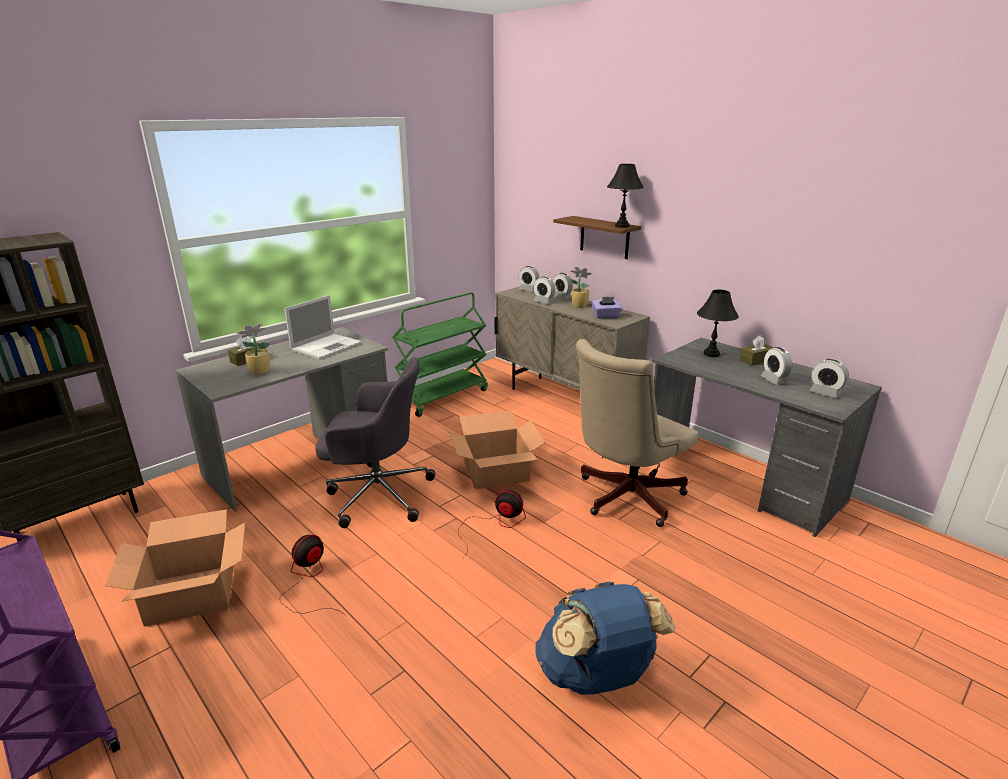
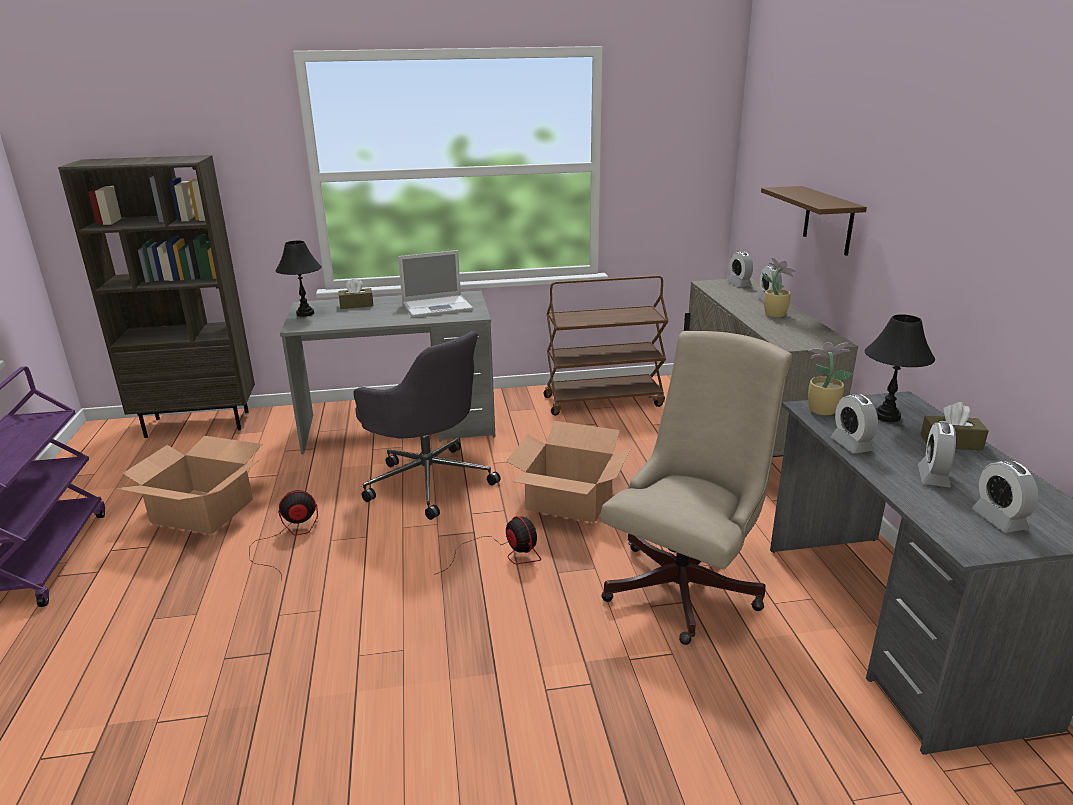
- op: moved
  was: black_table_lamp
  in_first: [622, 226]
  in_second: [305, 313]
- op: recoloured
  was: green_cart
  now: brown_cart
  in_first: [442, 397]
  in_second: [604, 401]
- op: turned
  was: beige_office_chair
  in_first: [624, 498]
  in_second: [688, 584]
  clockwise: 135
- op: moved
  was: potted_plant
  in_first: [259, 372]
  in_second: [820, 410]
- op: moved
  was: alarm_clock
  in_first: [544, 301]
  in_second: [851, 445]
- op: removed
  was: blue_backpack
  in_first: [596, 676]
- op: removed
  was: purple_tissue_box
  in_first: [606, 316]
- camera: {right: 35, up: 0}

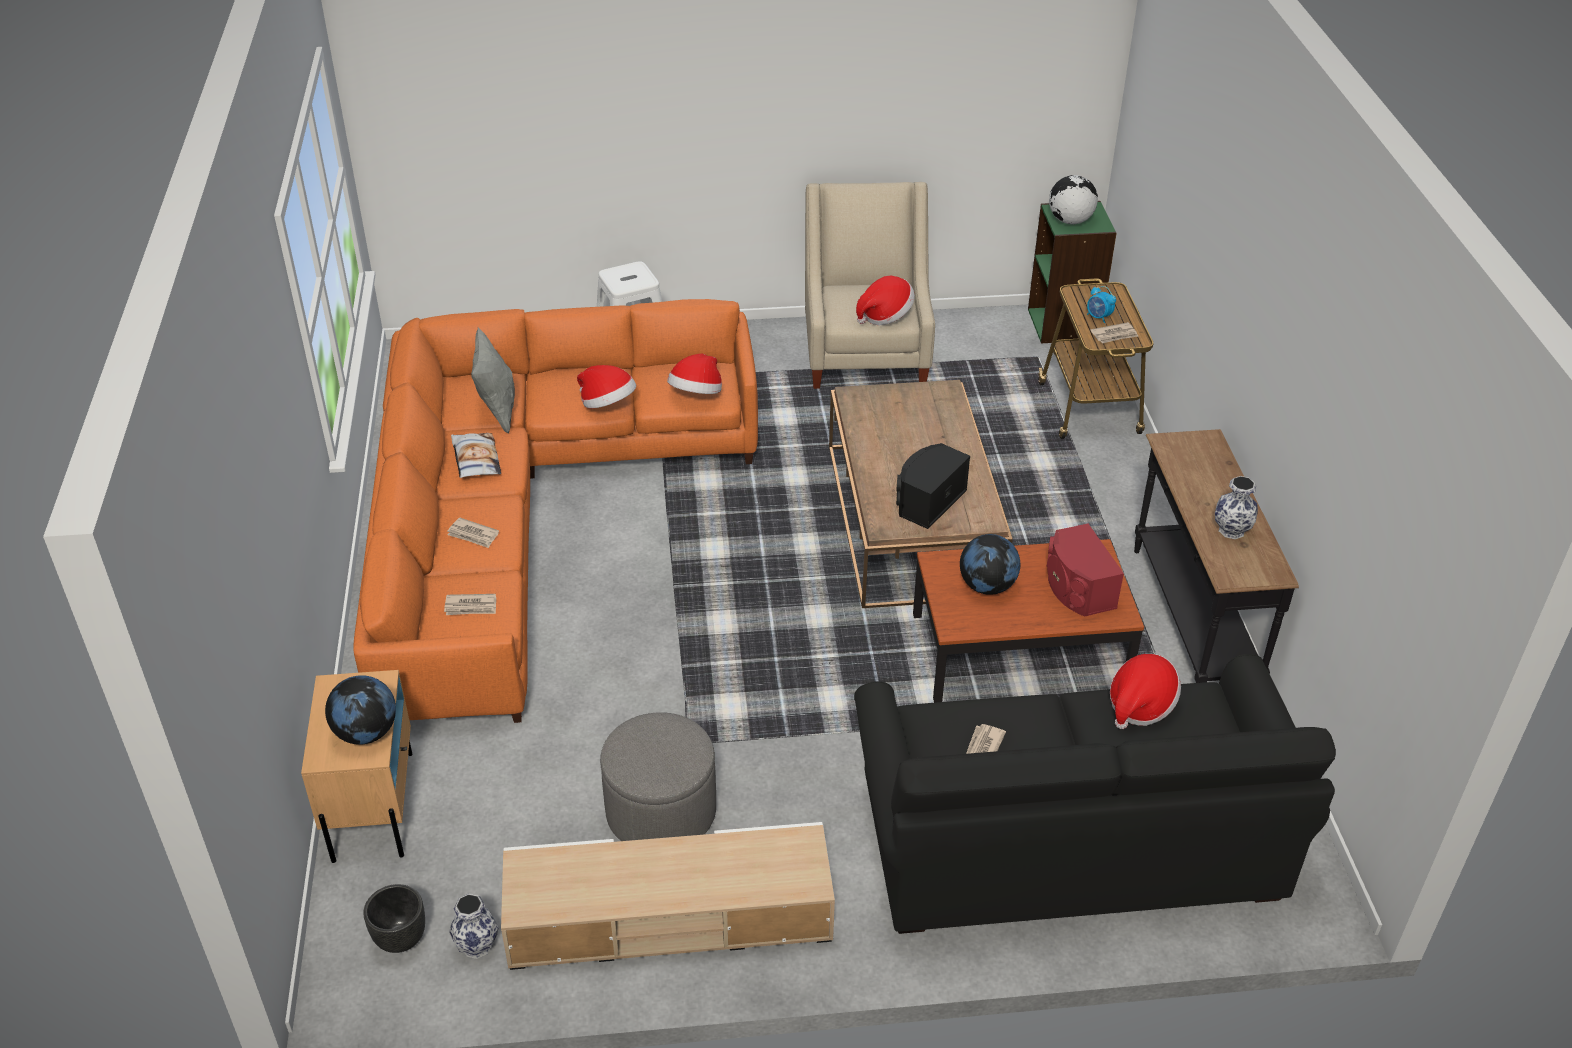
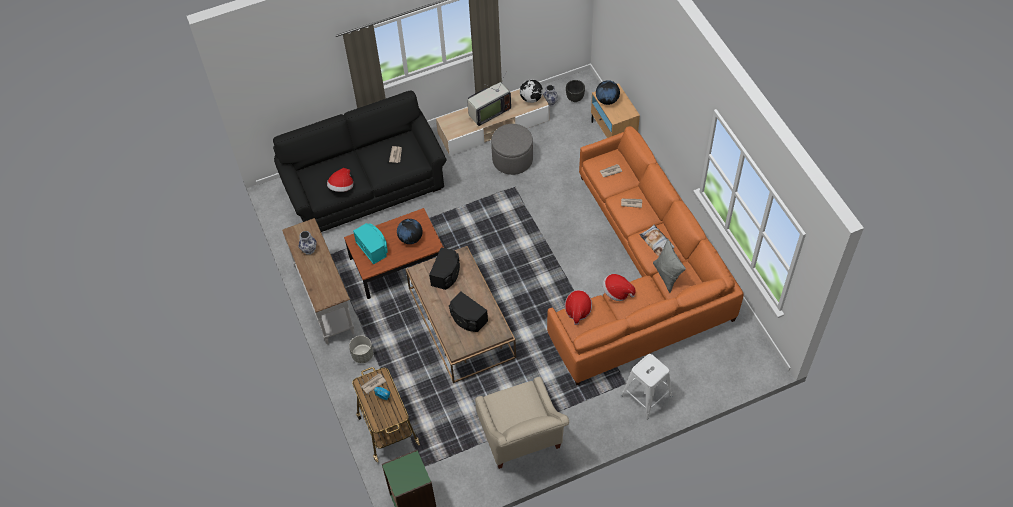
- op: recoloured
  was: black_console_table
  now: white_console_table
  in_first: [1191, 620]
  in_second: [325, 300]
- op: added
  now: grey_planter
  in_second: [362, 355]
- op: recoloured
  was: red_speaker
  now: turquoise_speaker
  in_first: [1077, 588]
  in_second: [373, 248]
- op: added
  now: black_speaker
  in_second: [467, 319]
- op: added
  now: television
  in_second: [488, 112]
- op: moved
  was: globe
  in_first: [1070, 221]
  in_second: [531, 98]
- op: removed
  was: hat
  in_first: [885, 315]
- camera: {right: 165, up: 15}

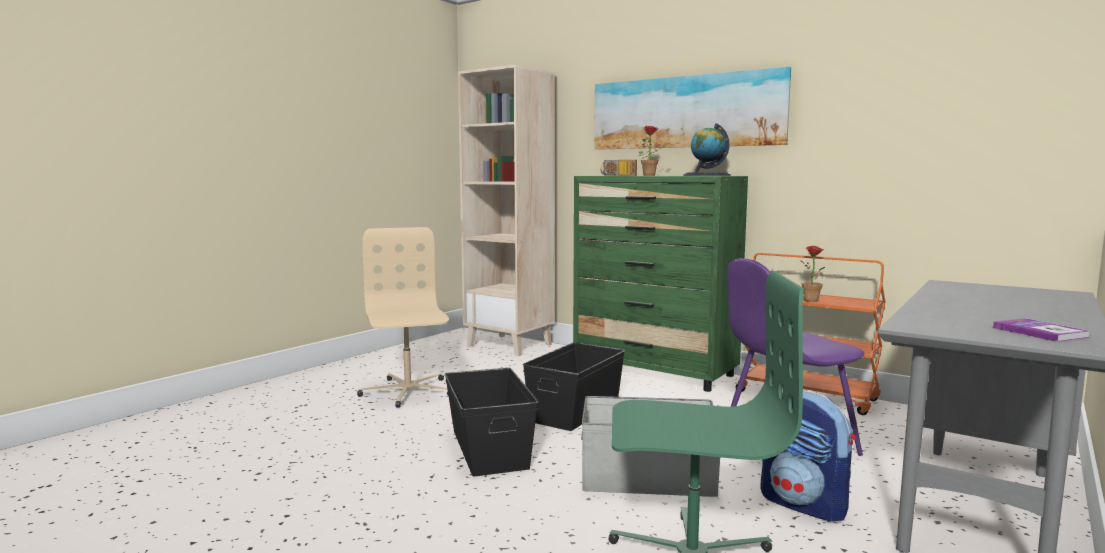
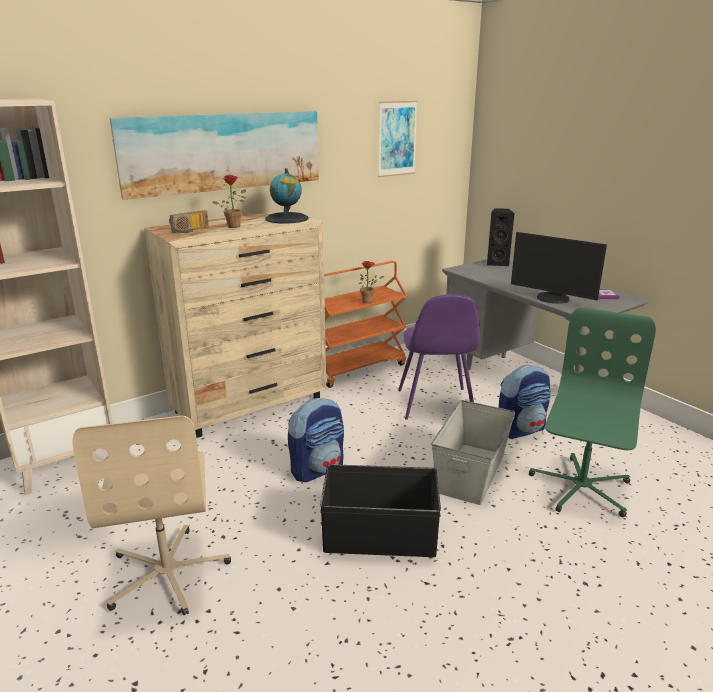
- op: turned
  was: beige_office_chair
  in_first: [407, 392]
  in_second: [168, 572]
  clockwise: -105
- op: recoloured
  was: green_dresser
  now: beige_dresser
  in_first: [655, 371]
  in_second: [250, 405]
- op: replaced
  was: black_storage_box
  now: backpack
  in_first: [576, 410]
  in_second: [317, 469]
- op: added
  now: picture
  in_second: [397, 139]
- op: added
  now: black_speaker
  in_second: [497, 263]
- op: added
  now: monitor
  in_second: [552, 299]
- camera: {right: -70, up: 15}

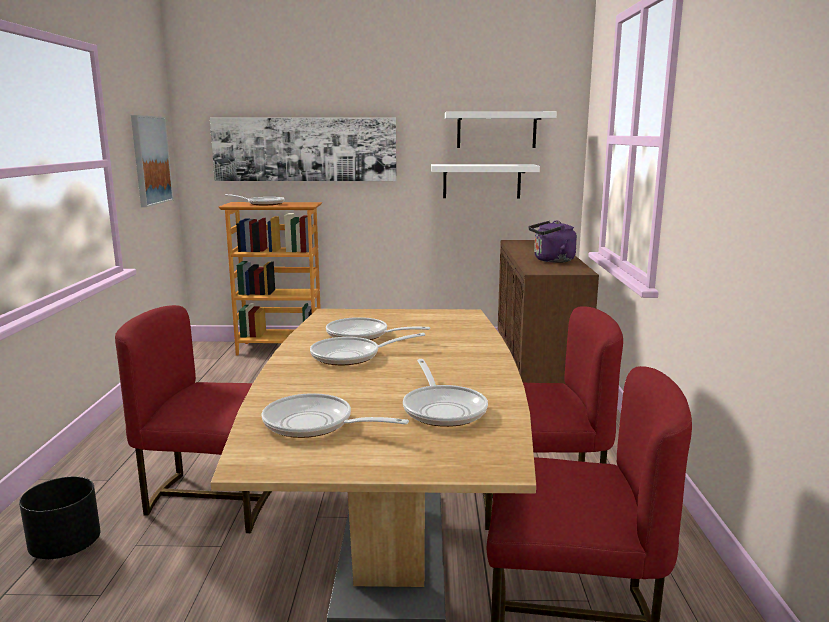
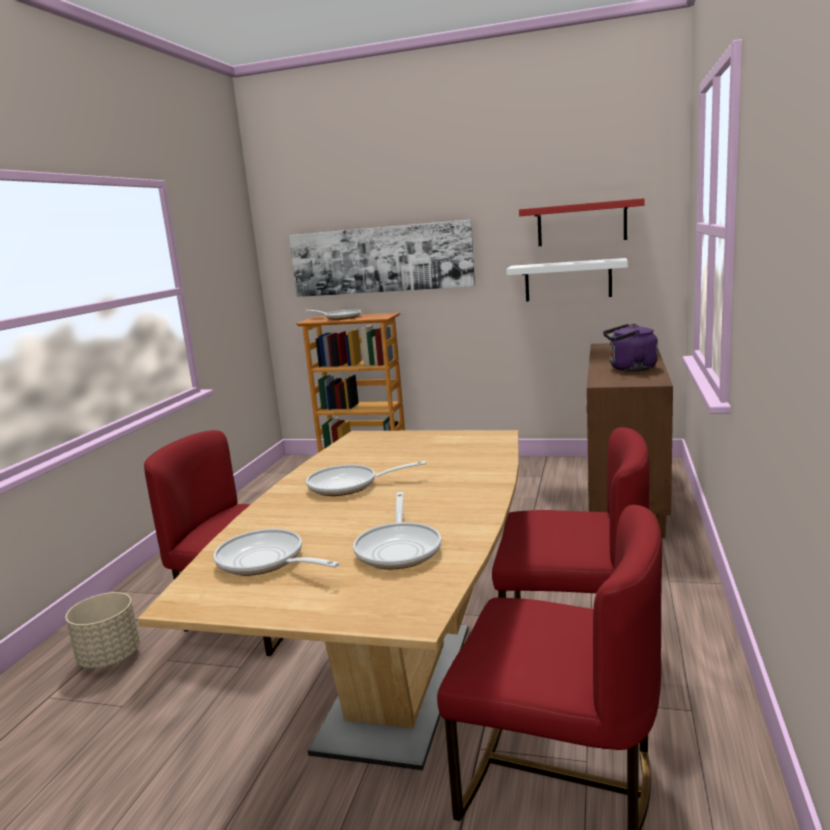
- op: recoloured
  was: black_planter
  now: beige_planter
  in_first: [66, 547]
  in_second: [110, 658]
- op: recoloured
  was: white_shelf
  now: red_shelf
  in_first: [496, 130]
  in_second: [581, 223]
- op: removed
  was: picture
  in_first: [150, 160]
- op: removed
  was: frying_pan
  in_first: [362, 335]
- camera: {right: 15, up: 0}

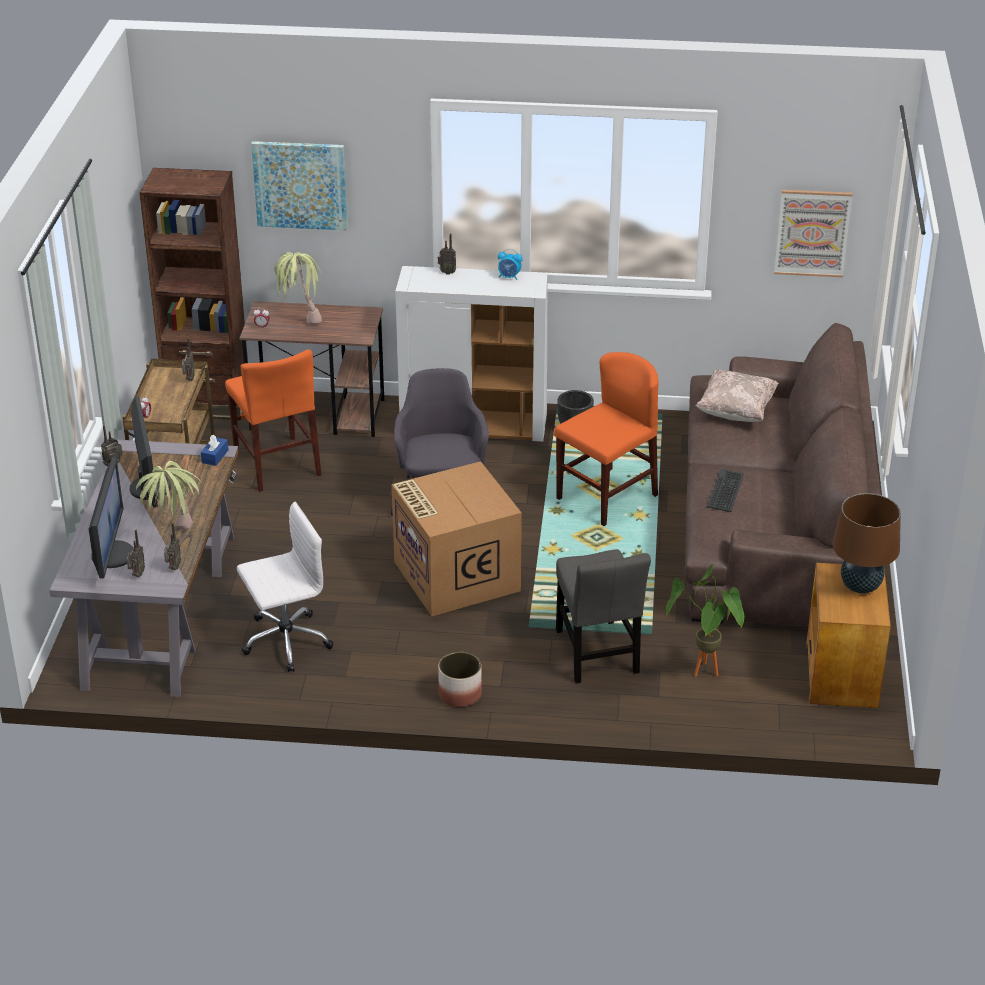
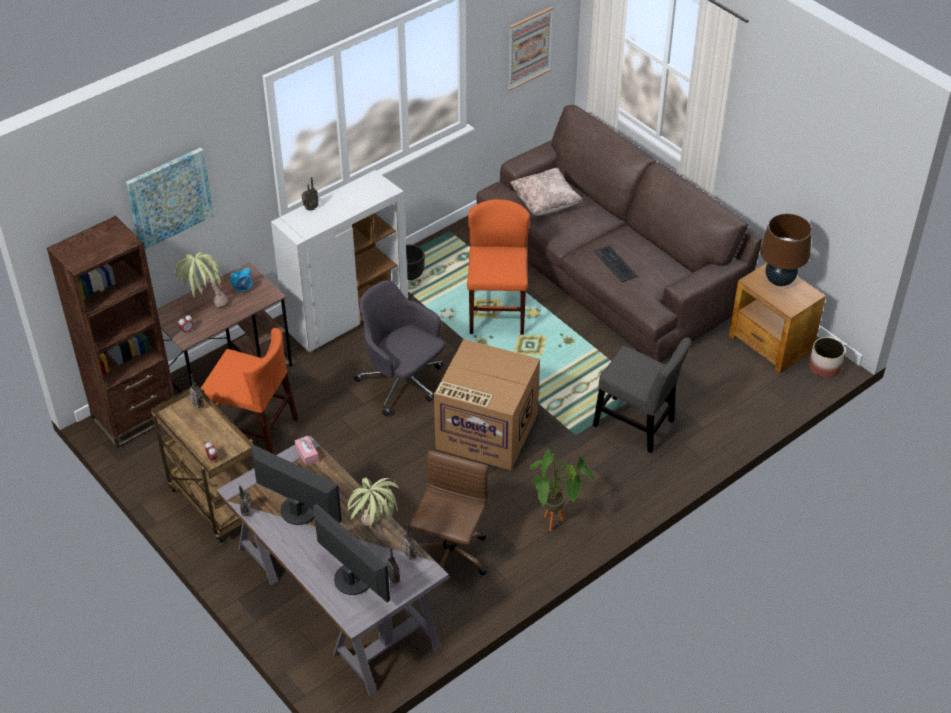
- op: moved
  was: alarm_clock
  in_first: [509, 277]
  in_second: [243, 289]
- op: recoloured
  was: blue_tissue_box
  now: pink_tissue_box
  in_first: [215, 456]
  in_second: [307, 454]
- op: recoloured
  was: white_office_chair
  now: brown_office_chair
  in_first: [285, 641]
  in_second: [449, 556]
- op: moved
  was: potted_plant
  in_first: [704, 676]
  in_second: [555, 526]
- op: moved
  was: planter
  in_first: [460, 694]
  in_second: [824, 368]
- camera: {right: -45, up: 10}

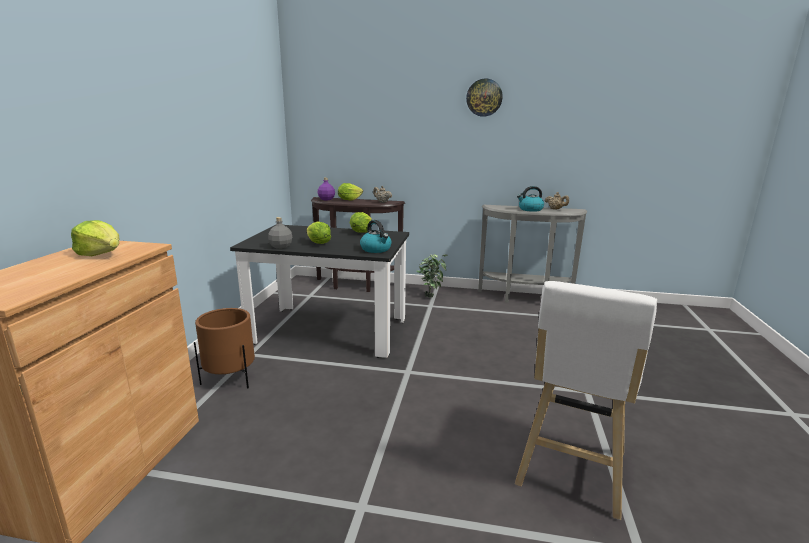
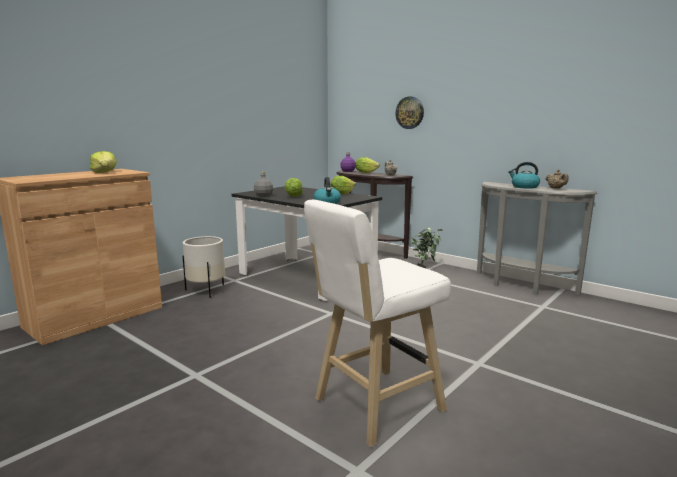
- op: recoloured
  was: brown_planter
  now: white_planter
  in_first: [230, 378]
  in_second: [206, 290]
- op: moved
  was: wall_clock
  in_first: [484, 97]
  in_second: [410, 112]
- camera: {right: 30, up: -5}

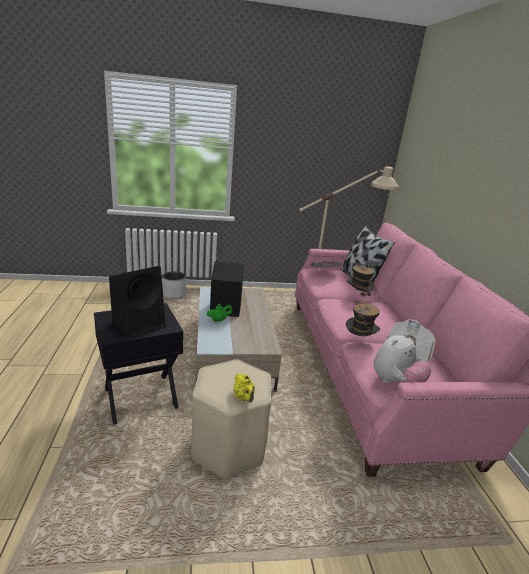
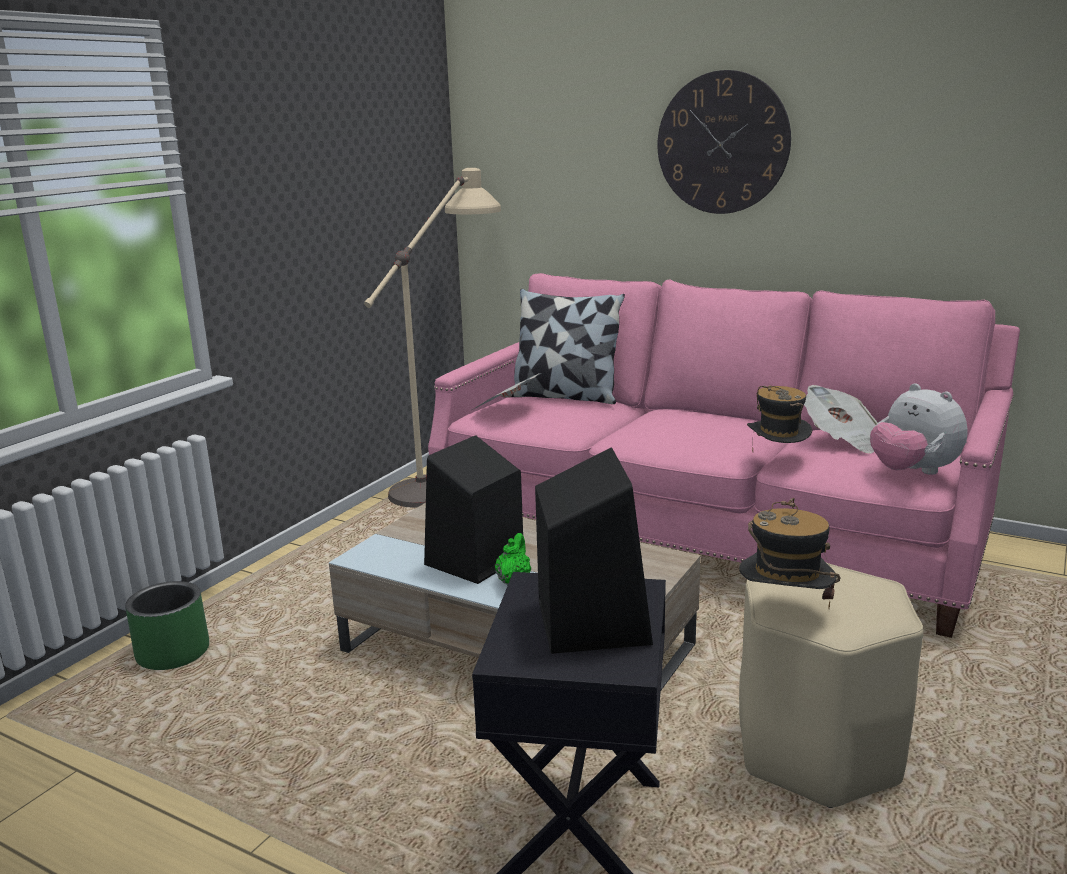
- op: recoloured
  was: grey_planter
  now: green_planter
  in_first: [174, 294]
  in_second: [172, 653]
- op: added
  now: wall_clock
  in_second: [722, 143]
- op: moved
  was: hat
  in_first: [357, 298]
  in_second: [784, 613]
- op: turned
  was: plush_toy
  in_first: [395, 383]
  in_second: [913, 472]
  clockwise: 150
- op: removed
  was: yellow_teapot
  in_first: [244, 398]
- camera: {right: -50, up: -5}

